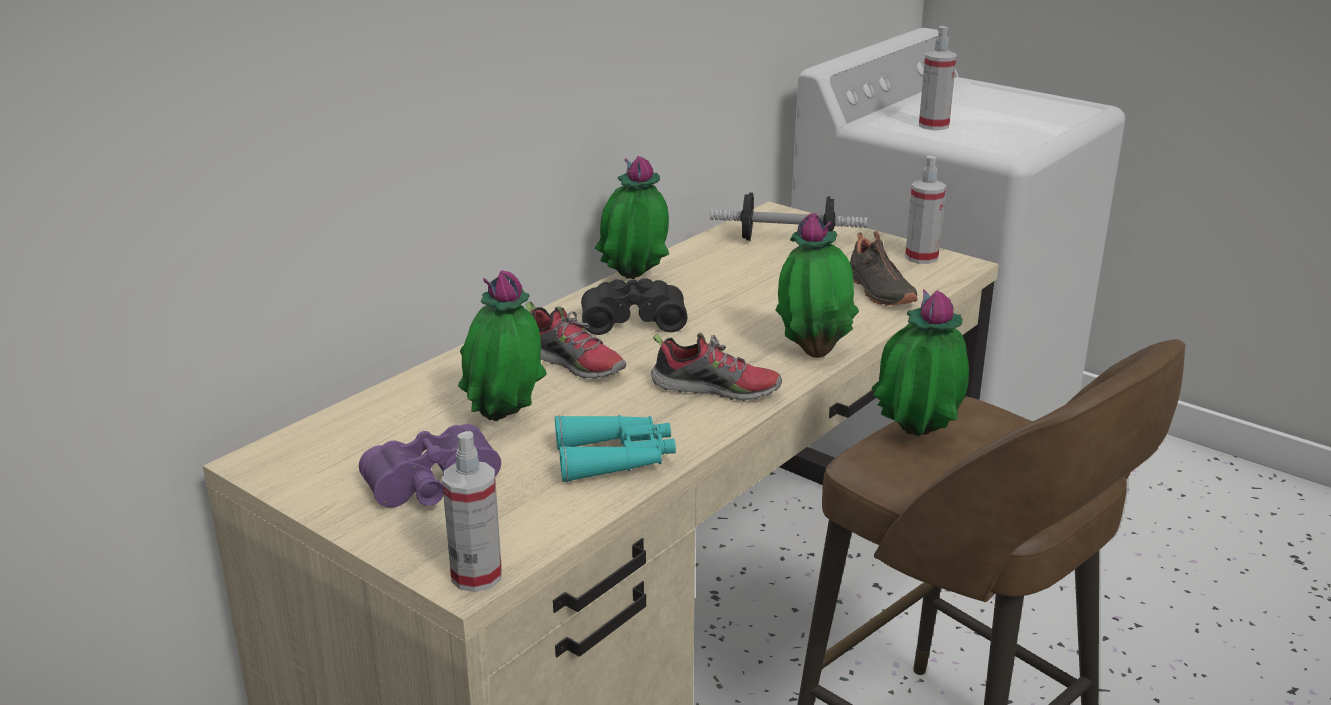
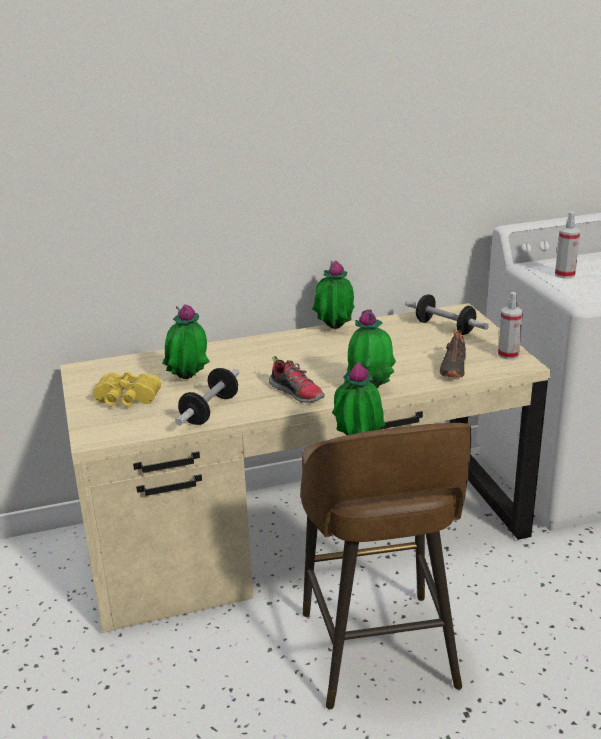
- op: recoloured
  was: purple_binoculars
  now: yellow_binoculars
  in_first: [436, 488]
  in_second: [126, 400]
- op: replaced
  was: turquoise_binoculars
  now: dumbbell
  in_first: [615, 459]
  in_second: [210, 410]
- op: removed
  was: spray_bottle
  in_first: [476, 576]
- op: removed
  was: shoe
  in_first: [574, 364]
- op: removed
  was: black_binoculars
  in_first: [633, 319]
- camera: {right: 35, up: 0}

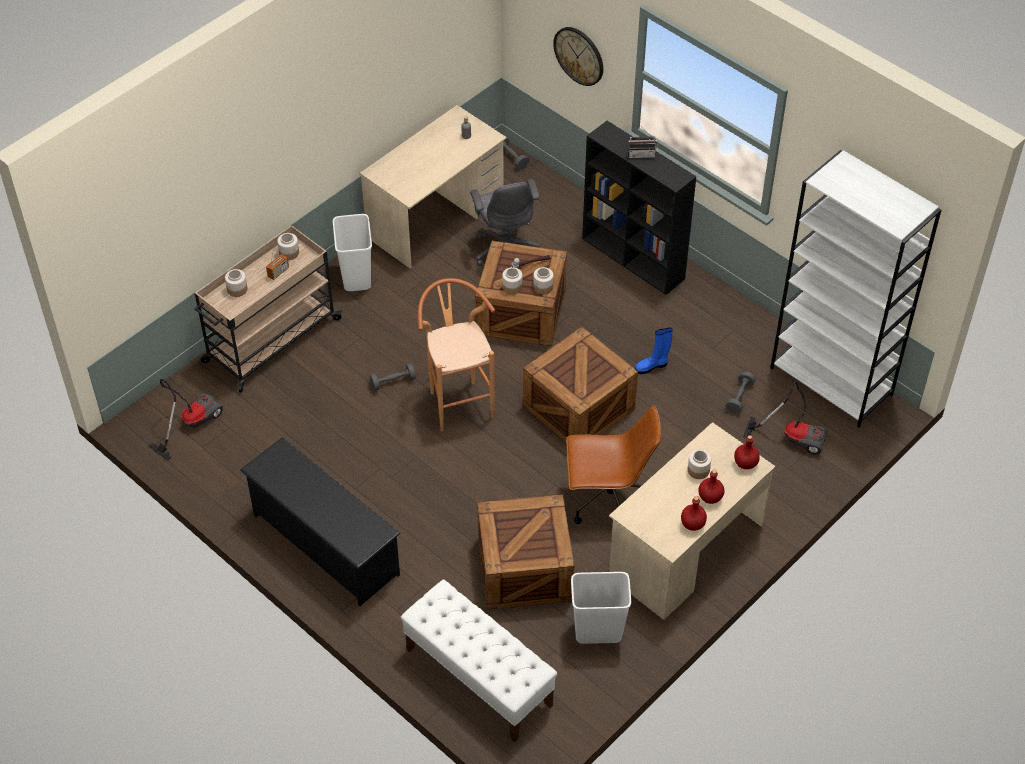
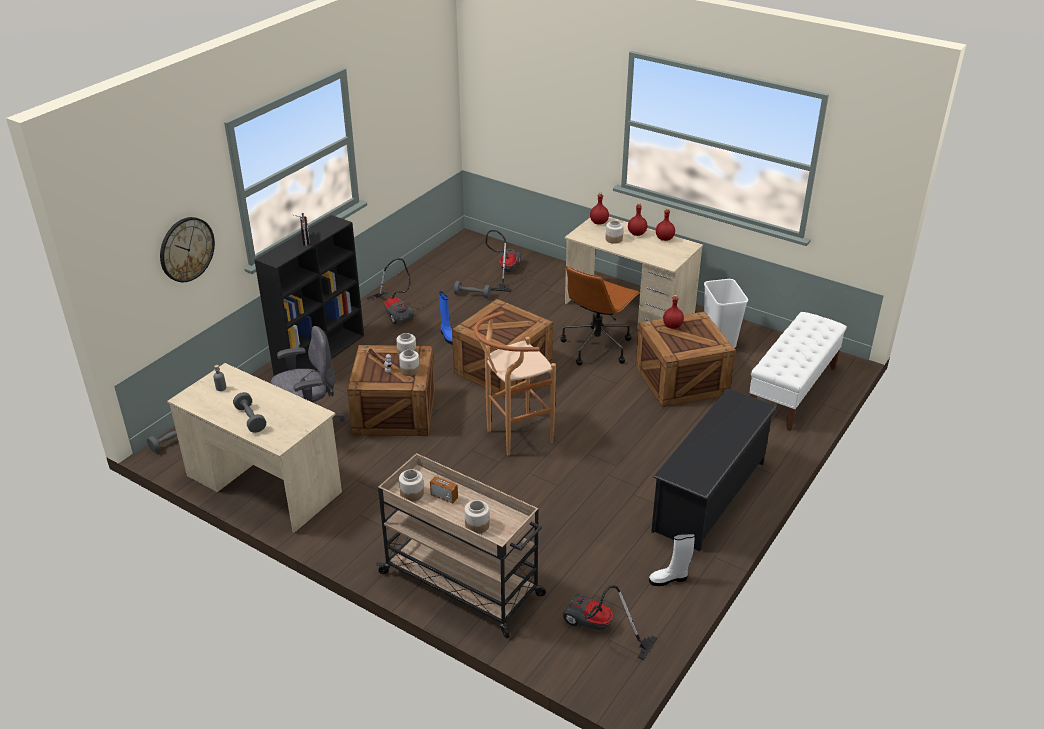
- op: moved
  was: grey_dumbbell
  in_first: [393, 382]
  in_second: [250, 419]
- op: added
  now: vacuum_cleaner
  in_second: [395, 311]
- op: turned
  was: brown_office_chair
  in_first: [608, 501]
  in_second: [597, 346]
  clockwise: -135
- op: added
  now: white_boot
  in_second: [669, 579]
- op: added
  now: red_bottle
  in_second: [672, 326]
- op: removed
  was: white_trash_can
  in_first: [355, 277]
- op: removed
  was: white_bookcase
  in_first: [832, 381]
- camera: {right: -100, up: -15}

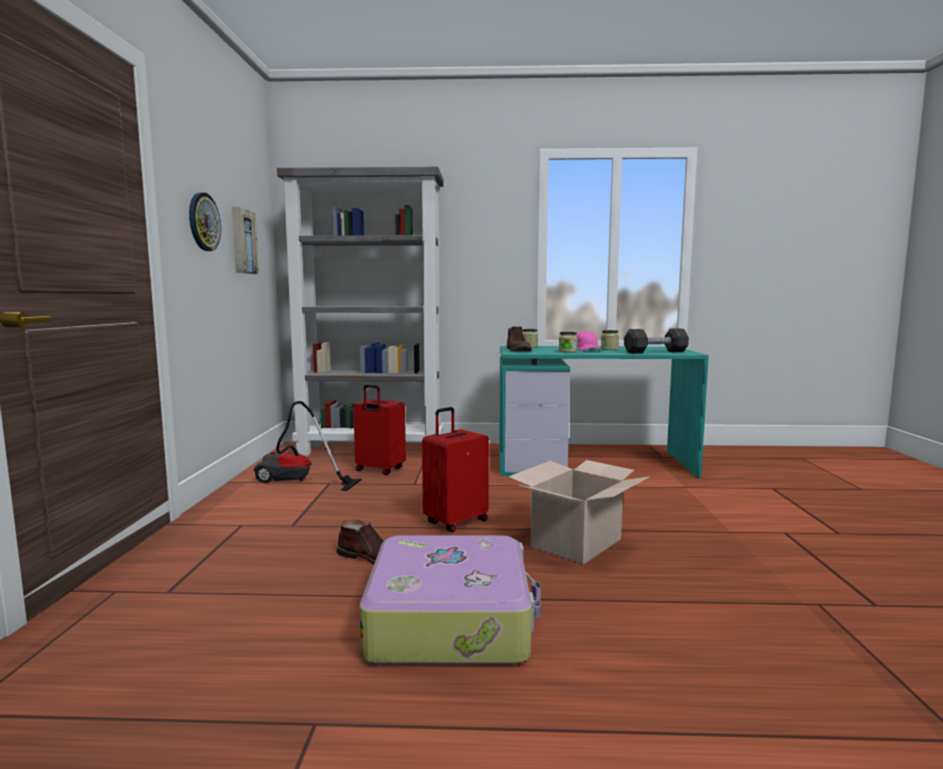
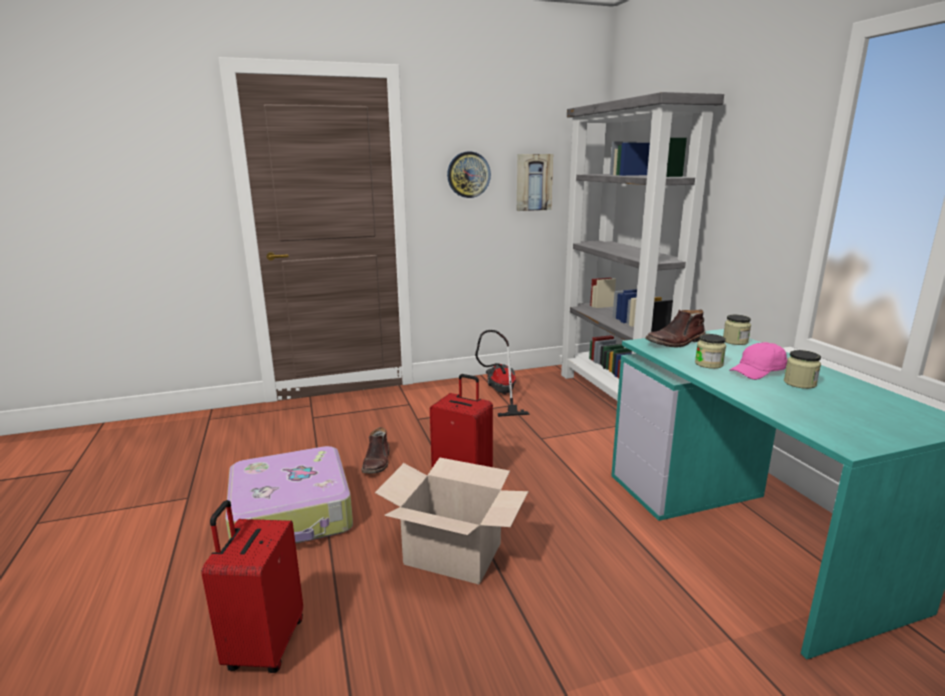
- op: moved
  was: red_suitcase
  in_first: [379, 470]
  in_second: [264, 645]
- op: removed
  was: black_dumbbell
  in_first: [655, 352]
- camera: {right: 70, up: 10}

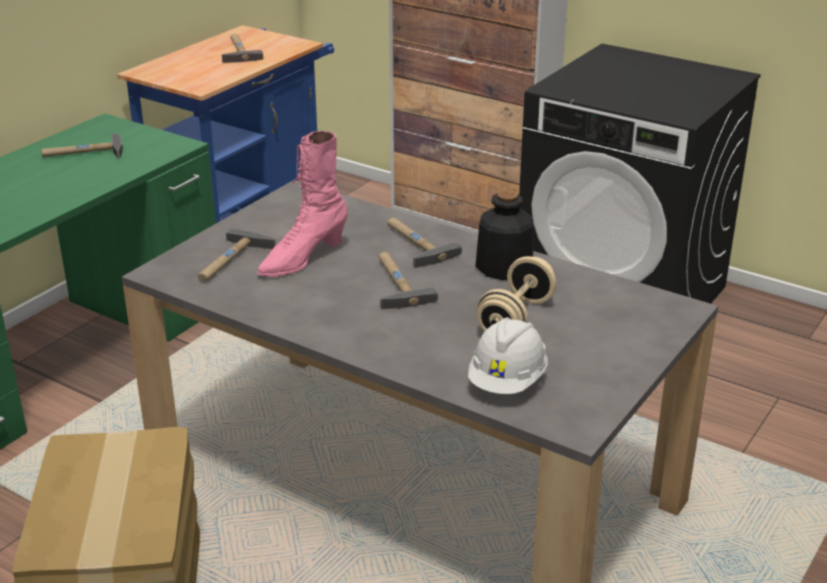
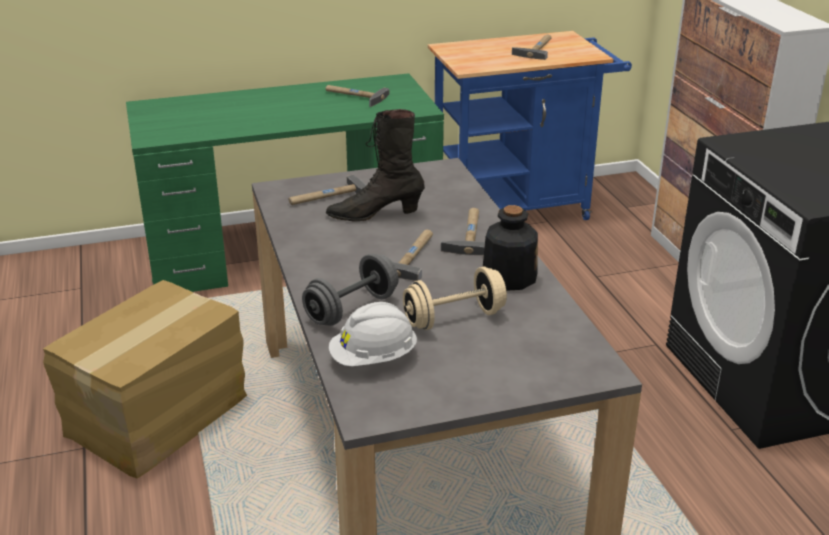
- op: added
  now: grey_dumbbell
  in_second: [351, 309]
- op: recoloured
  was: pink_boot
  now: black_boot
  in_first: [303, 259]
  in_second: [375, 215]
- camera: {right: 40, up: 0}

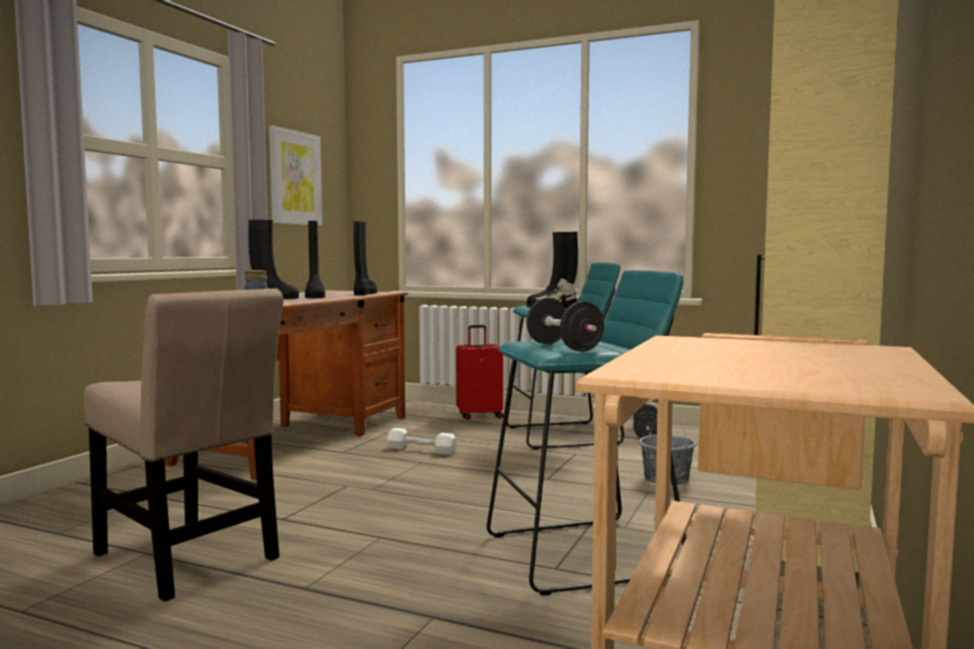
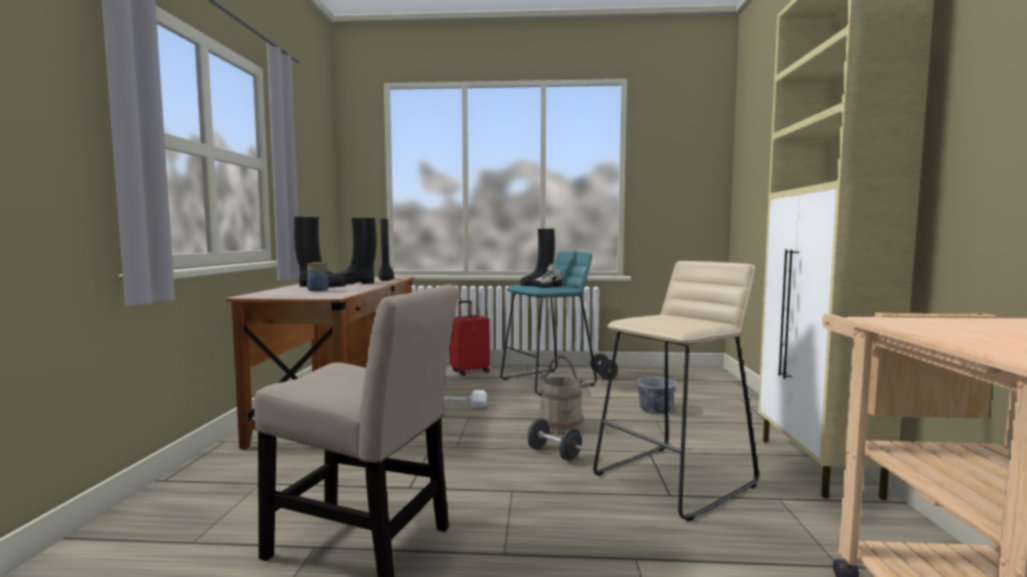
- op: turned
  was: black_boot
  in_first: [314, 296]
  in_second: [353, 283]
  clockwise: 105
- op: moved
  was: black_dumbbell
  in_first: [563, 347]
  in_second: [554, 453]
- op: added
  now: beige_bucket
  in_second: [561, 426]
- op: recoloured
  was: turquoise_stool
  now: beige_stool
  in_first: [584, 554]
  in_second: [675, 480]
- op: removed
  was: picture
  in_first: [295, 178]
- camera: {right: -20, up: 0}

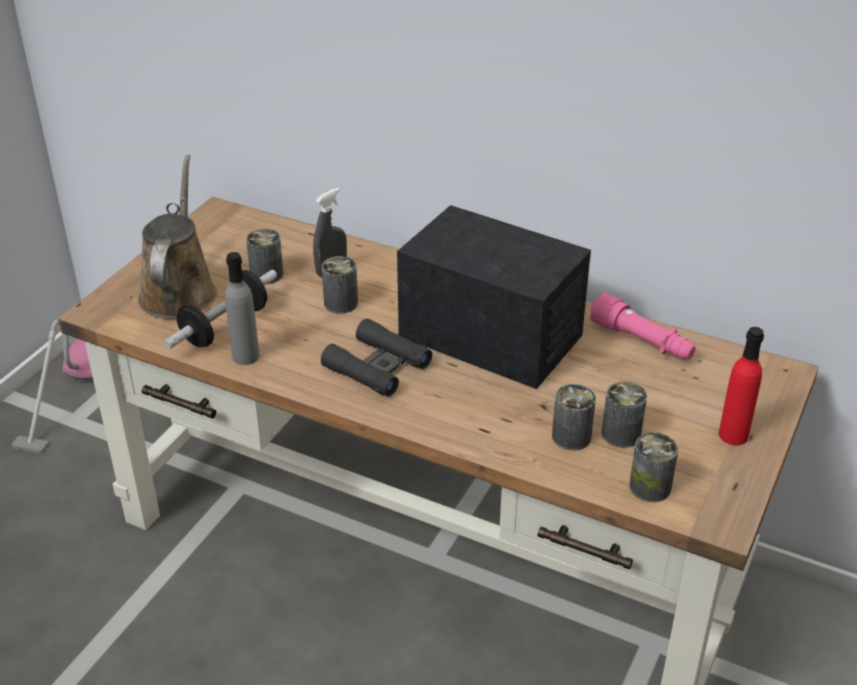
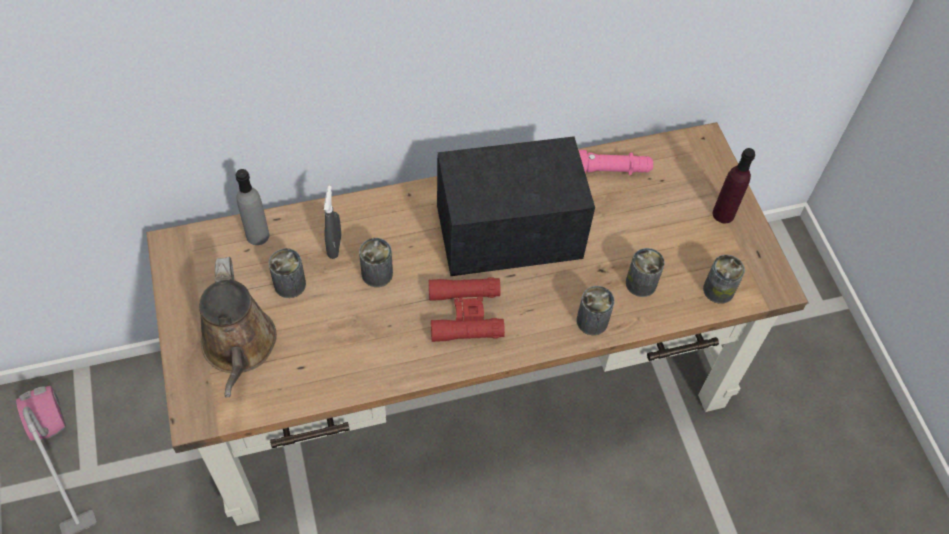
- op: turned
  was: brown_watering_can
  in_first: [179, 290]
  in_second: [239, 348]
  clockwise: -150
- op: moved
  was: grey_bottle
  in_first: [245, 356]
  in_second: [258, 235]
- op: recoloured
  was: black_binoculars
  now: red_binoculars
  in_first: [377, 366]
  in_second: [465, 314]
- op: moved
  was: can
  in_first: [621, 434]
  in_second: [592, 321]
- op: recoloured
  was: red_bottle
  now: purple_bottle
  in_first: [733, 435]
  in_second: [723, 214]
- op: removed
  was: dumbbell
  in_first: [225, 326]
- camera: {right: -45, up: 20}

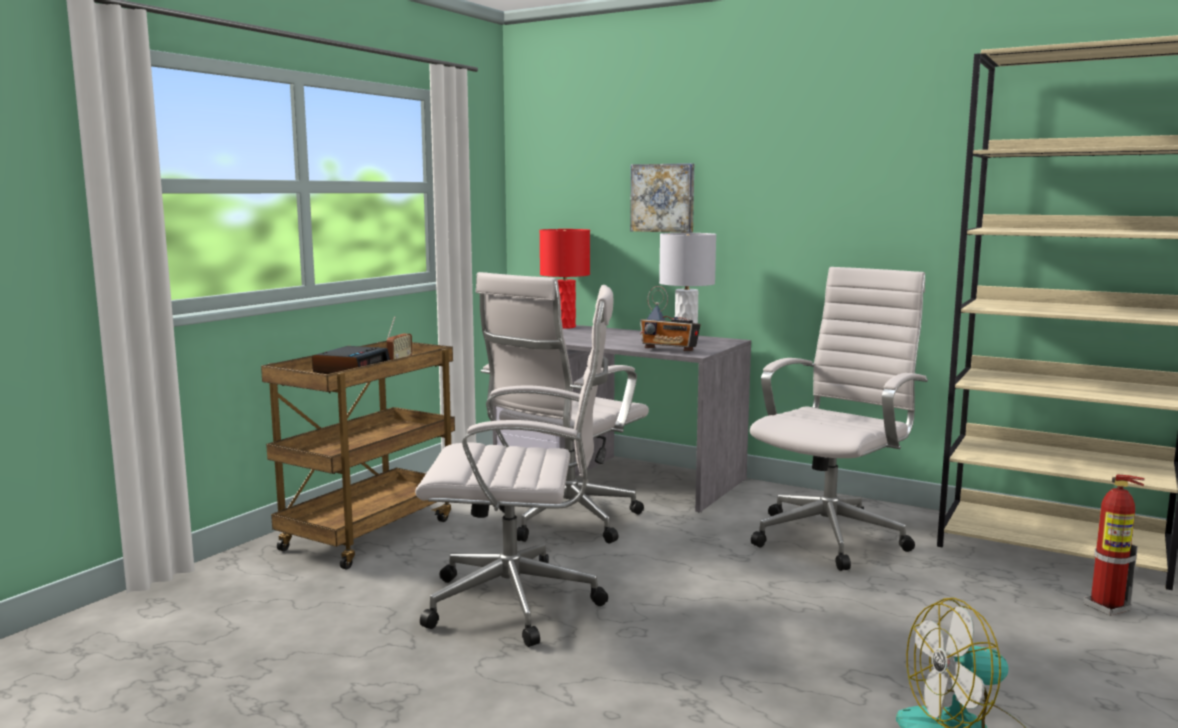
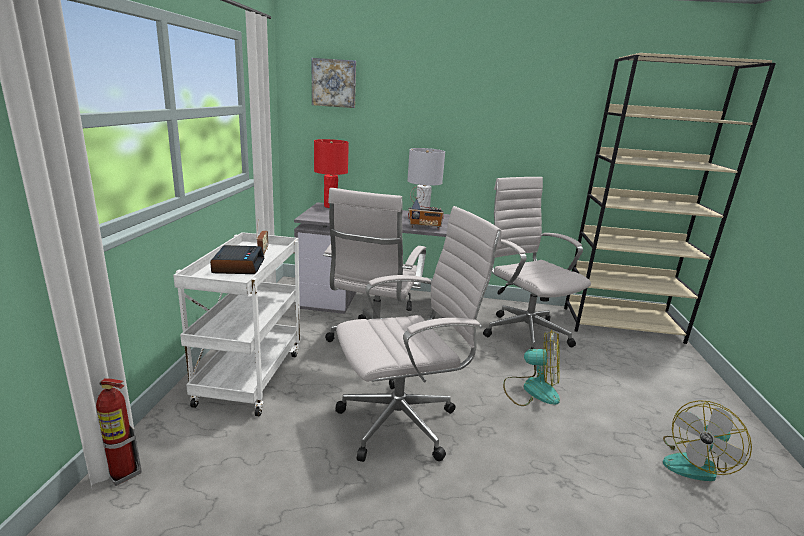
- op: moved
  was: fire_extinguisher
  in_first: [1107, 607]
  in_second: [124, 473]
- op: recoloured
  was: brown_cart
  now: white_cart
  in_first: [370, 532]
  in_second: [250, 376]
- op: moved
  was: picture
  in_first: [663, 198]
  in_second: [334, 83]
- op: turned
  was: white_office_chair
  in_first: [832, 536]
  in_second: [523, 332]
  clockwise: -45
- op: added
  now: fan
  in_second: [531, 390]
- camera: {right: -25, up: 10}

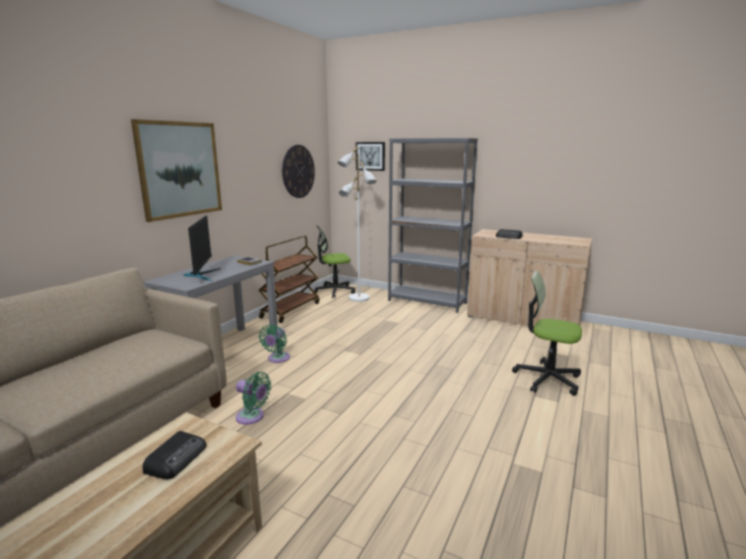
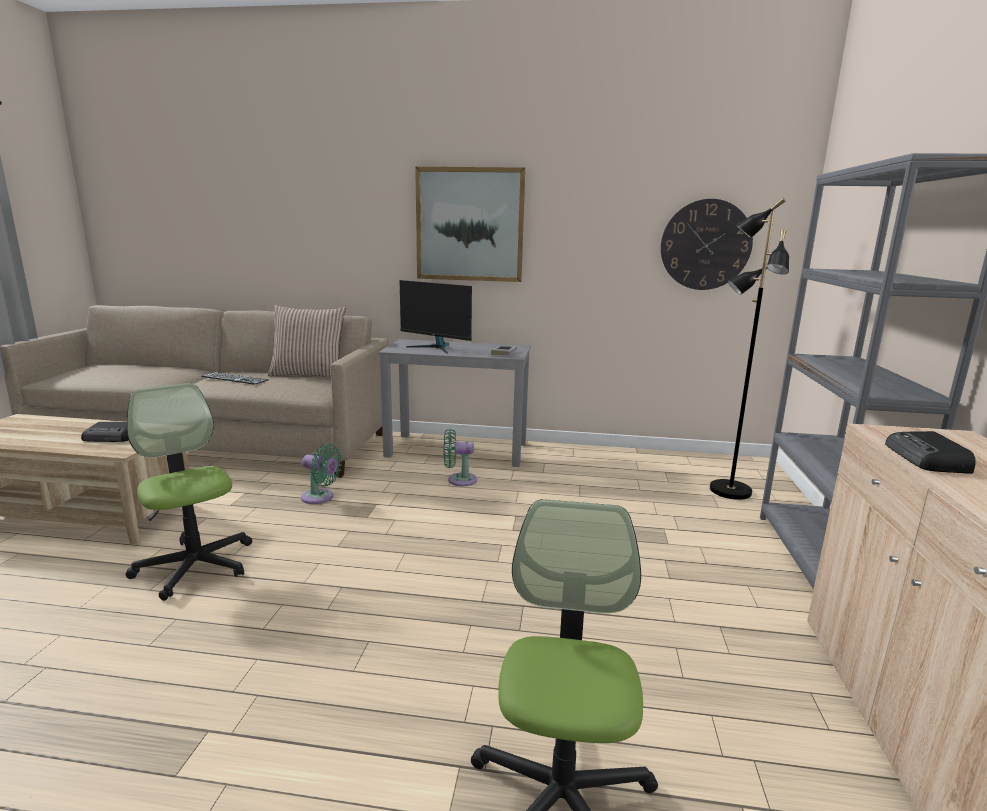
- op: moved
  was: office_chair
  in_first: [334, 291]
  in_second: [195, 566]
- op: added
  now: keyboard
  in_second: [234, 378]
- op: added
  now: pillow
  in_second: [309, 374]
- op: turned
  was: green_fan
  in_first: [252, 417]
  in_second: [320, 497]
  clockwise: -75
- op: turned
  was: monitor
  in_first: [202, 275]
  in_second: [436, 348]
  clockwise: 60
- op: recoloured
  was: white_floor_lamp
  now: black_floor_lamp
  in_first: [358, 298]
  in_second: [728, 491]
- op: removed
  was: brown_cart
  in_first: [290, 310]
- op: removed
  was: picture
  in_first: [370, 156]
- camera: {right: 70, up: 0}

